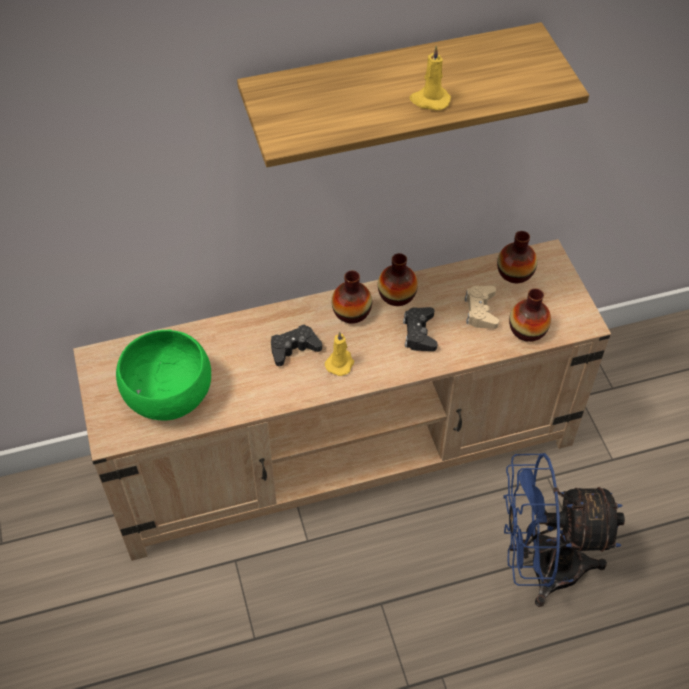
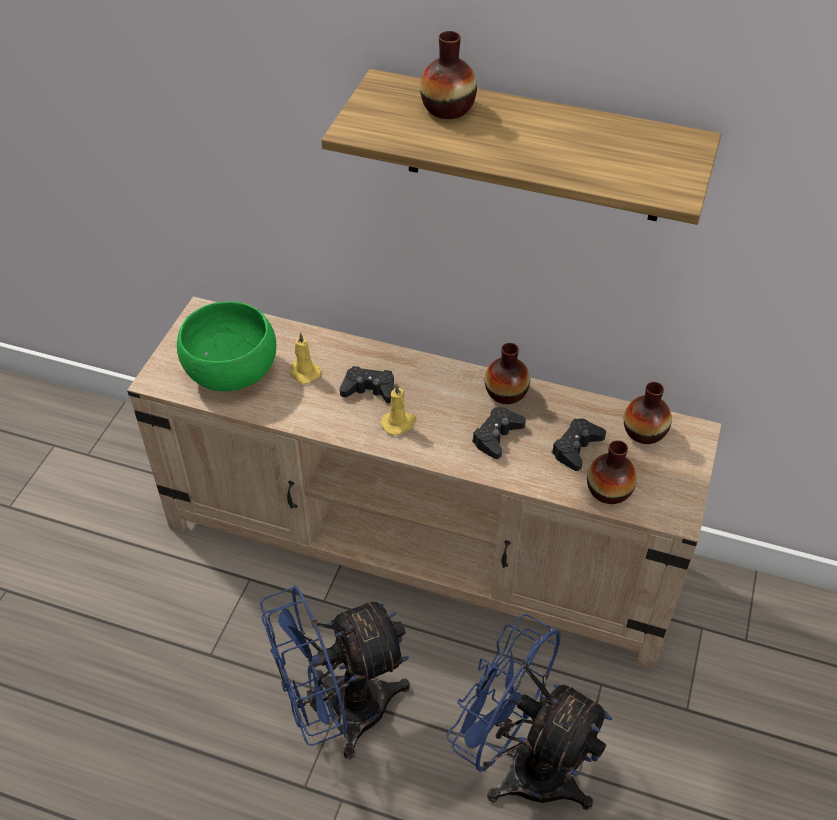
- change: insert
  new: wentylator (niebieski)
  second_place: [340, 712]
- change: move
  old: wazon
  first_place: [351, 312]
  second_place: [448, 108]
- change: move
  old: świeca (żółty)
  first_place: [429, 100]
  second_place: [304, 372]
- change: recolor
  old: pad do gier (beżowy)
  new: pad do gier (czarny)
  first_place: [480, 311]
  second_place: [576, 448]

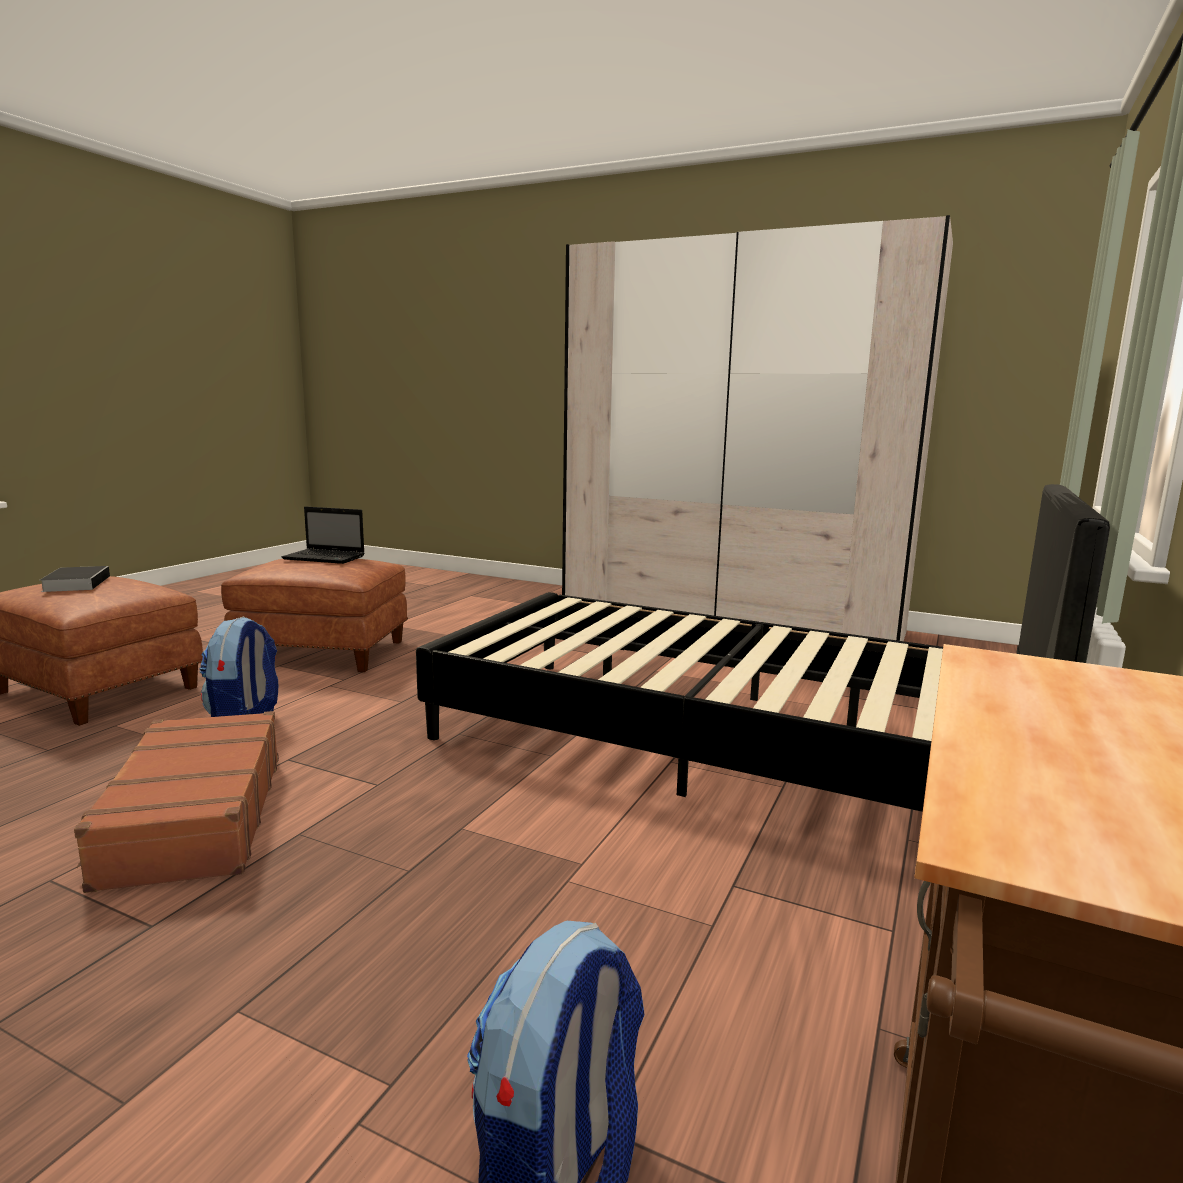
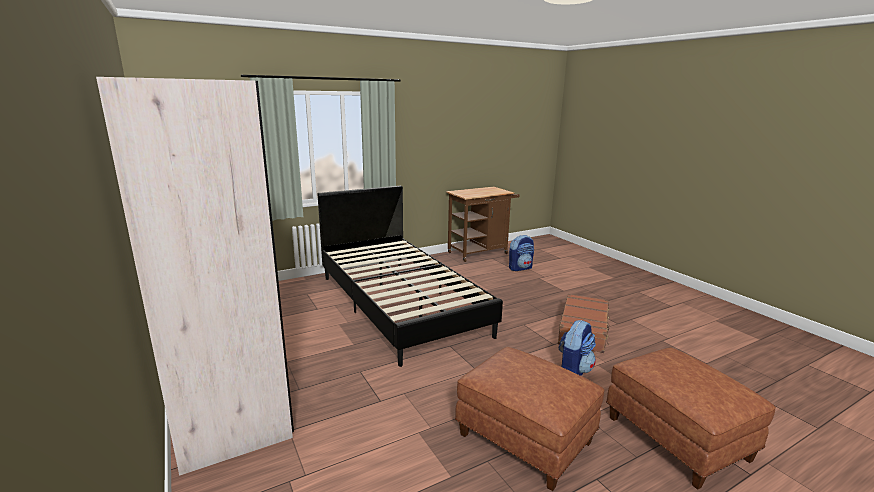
- change: delete
  old: książka
  first_place: [76, 583]
- change: delete
  old: laptop
  first_place: [326, 558]

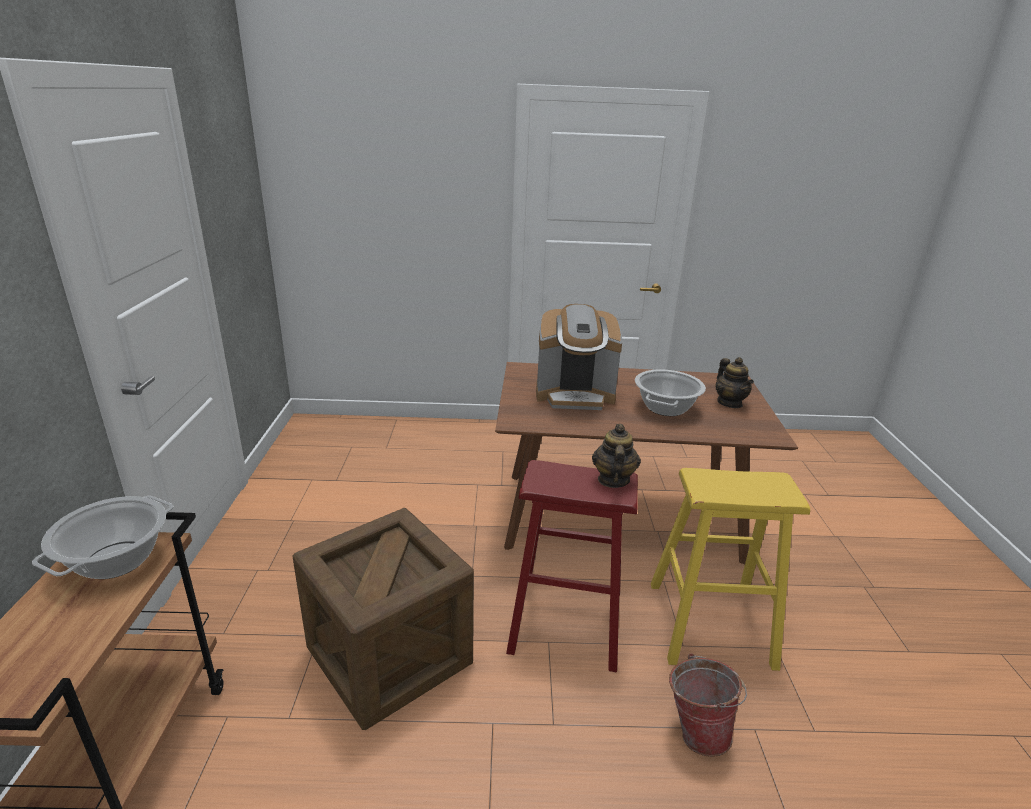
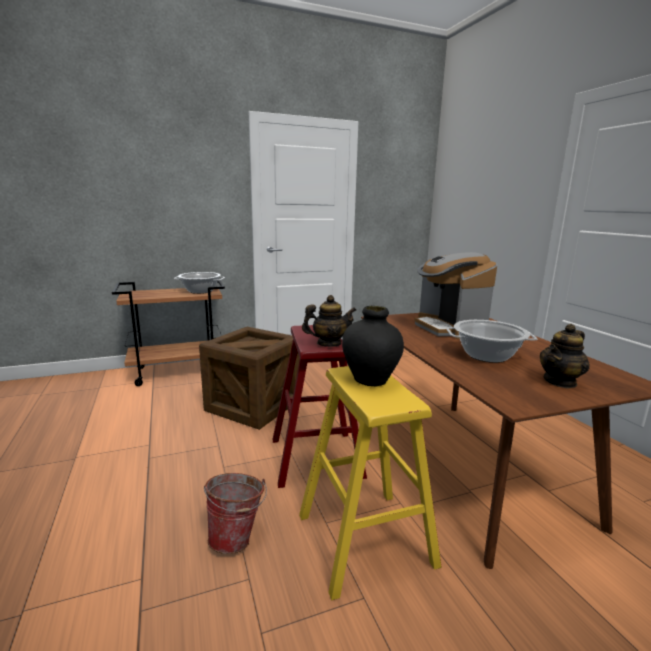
- change: insert
  new: wazon (czarny)
  second_place: [370, 380]

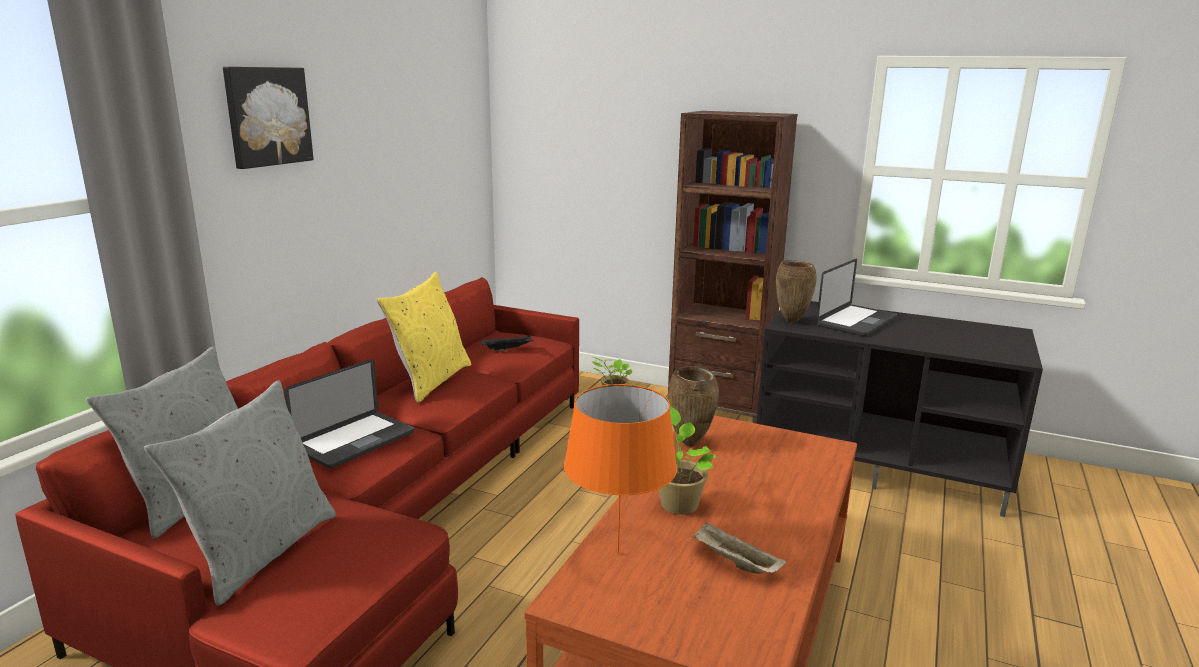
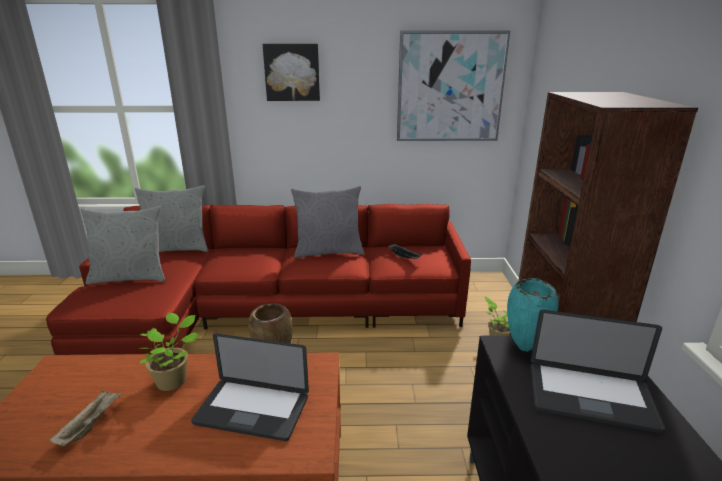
- change: delete
  old: lampa stołowa (pomarańczowy)
  first_place: [617, 553]
- change: insert
  new: obraz
  second_place: [450, 87]
- change: move
  old: laptop
  first_place: [355, 441]
  second_place: [252, 410]
- change: recolor
  old: poduszka (żółty)
  new: poduszka (szary)
  first_place: [430, 380]
  second_place: [328, 251]
- change: recolor
  old: wazon (brązowy)
  new: wazon (turkusowy)
  first_place: [792, 321]
  second_place: [525, 348]

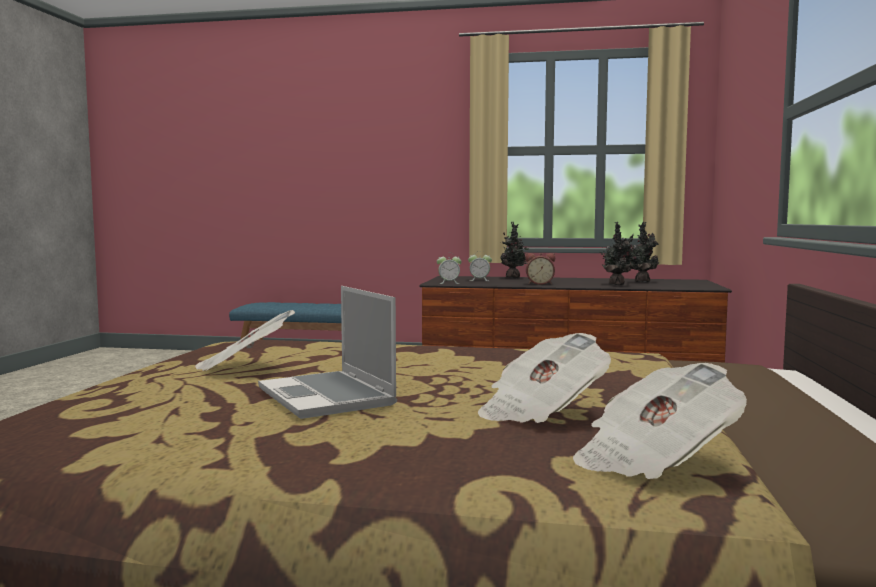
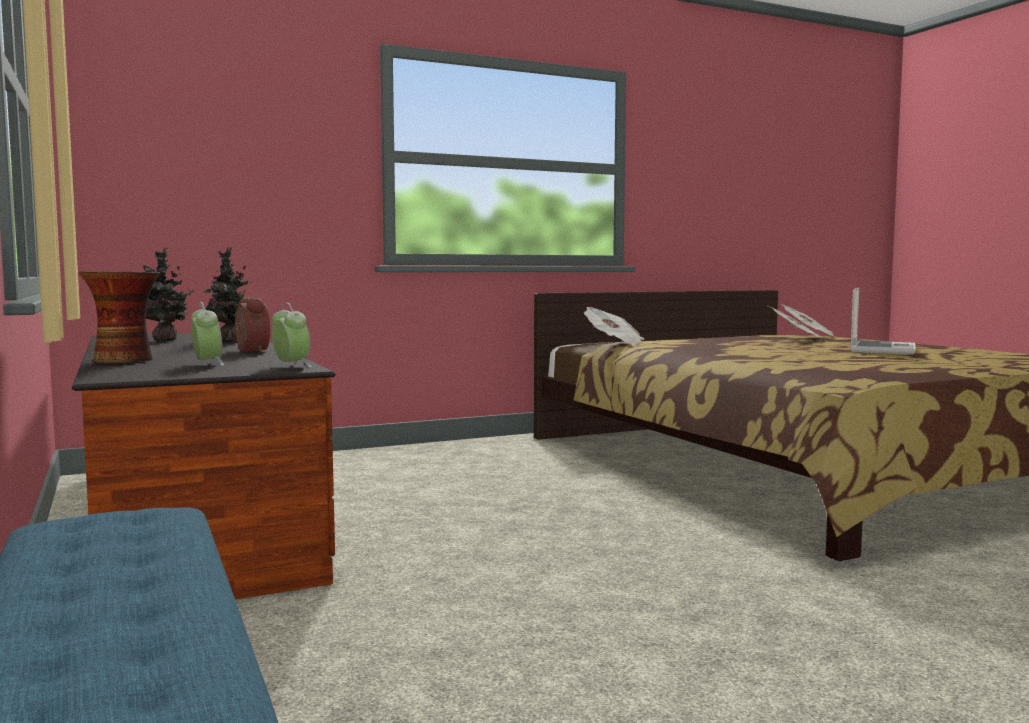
- change: move
  old: gazeta
  first_place: [243, 367]
  second_place: [614, 343]
- change: replace
  old: roślina doniczkowa
  new: wazon
  first_place: [514, 278]
  second_place: [124, 361]

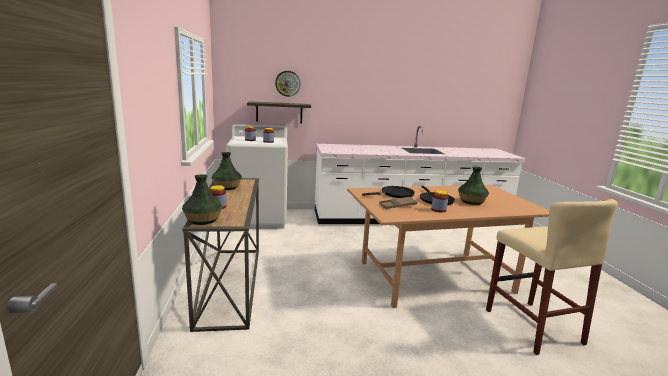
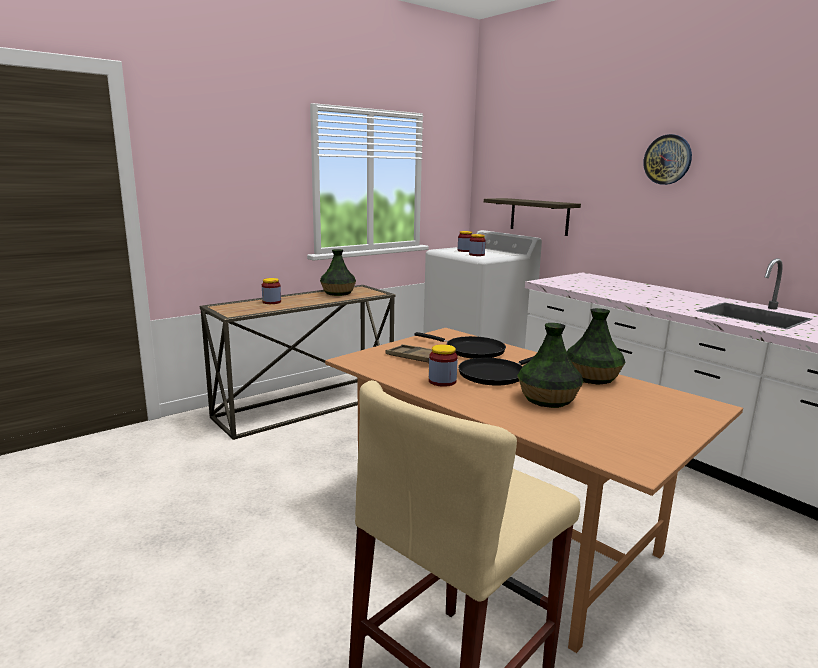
- change: move
  old: wazon
  first_place: [203, 220]
  second_place: [593, 377]
- change: move
  old: zegar ścienny
  first_place: [287, 83]
  second_place: [667, 159]

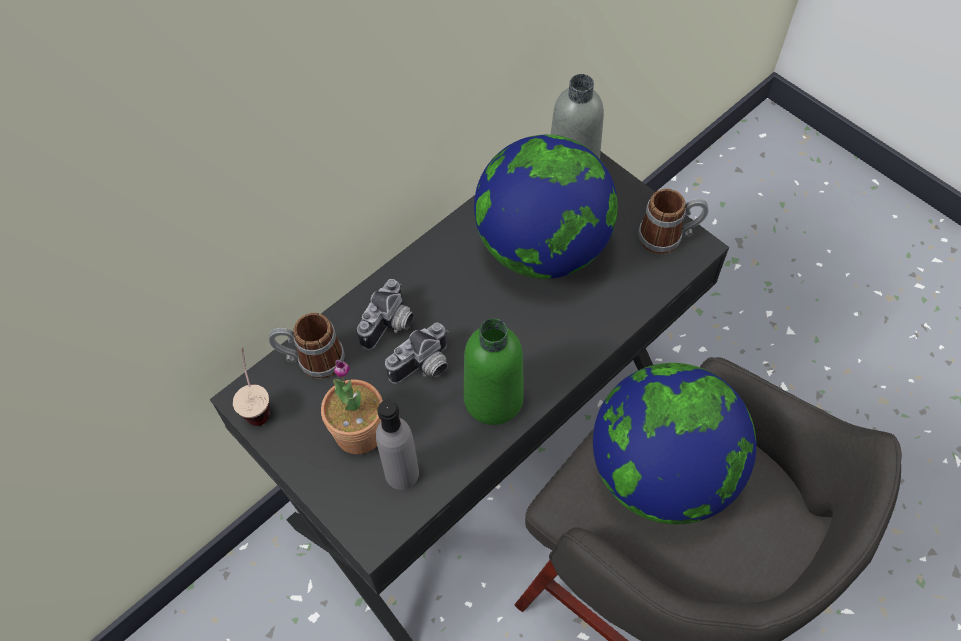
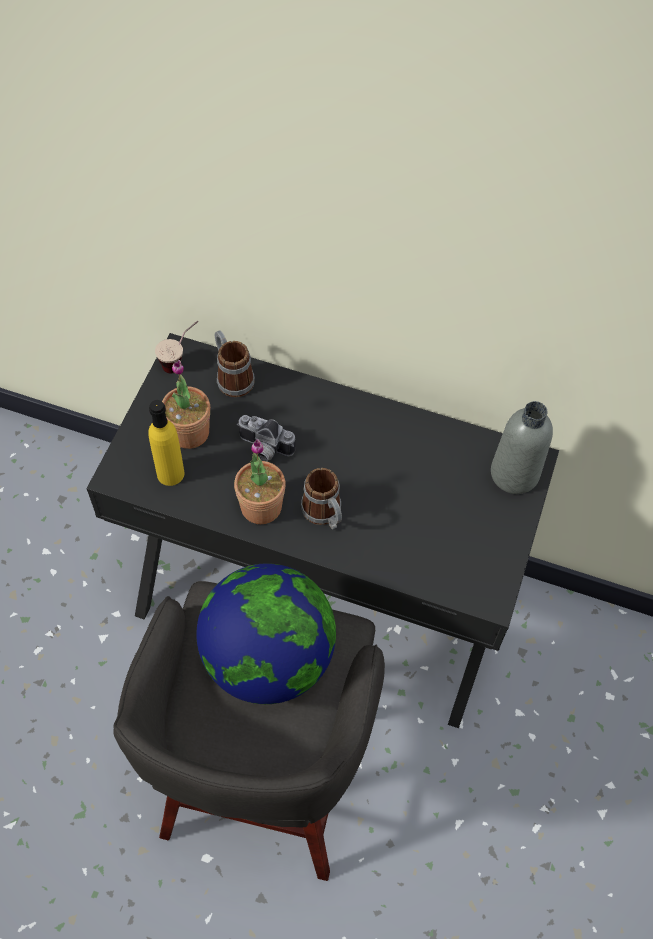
- change: delete
  old: aparat fotograficzny
  first_place: [391, 326]
- change: delete
  old: globus
  first_place: [542, 248]
- change: move
  old: kubek
  first_place: [668, 237]
  second_place: [324, 514]
- change: replace
  old: butelka (zielony)
  new: roślina doniczkowa
  first_place: [493, 399]
  second_place: [261, 507]
- change: recolor
  old: butelka (szary)
  new: butelka (żółty)
  first_place: [402, 473]
  second_place: [170, 473]

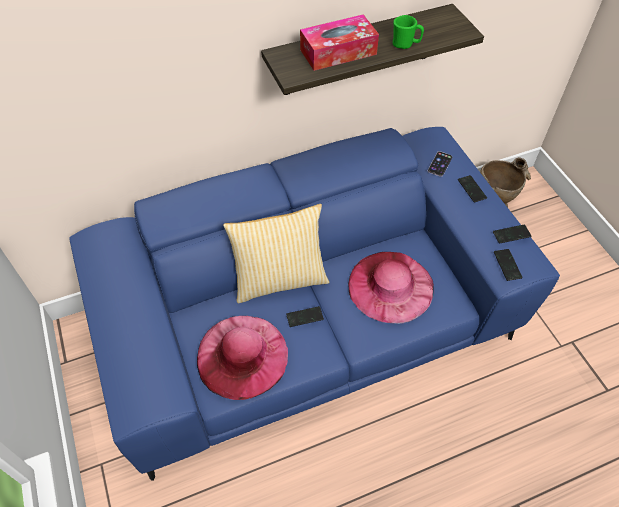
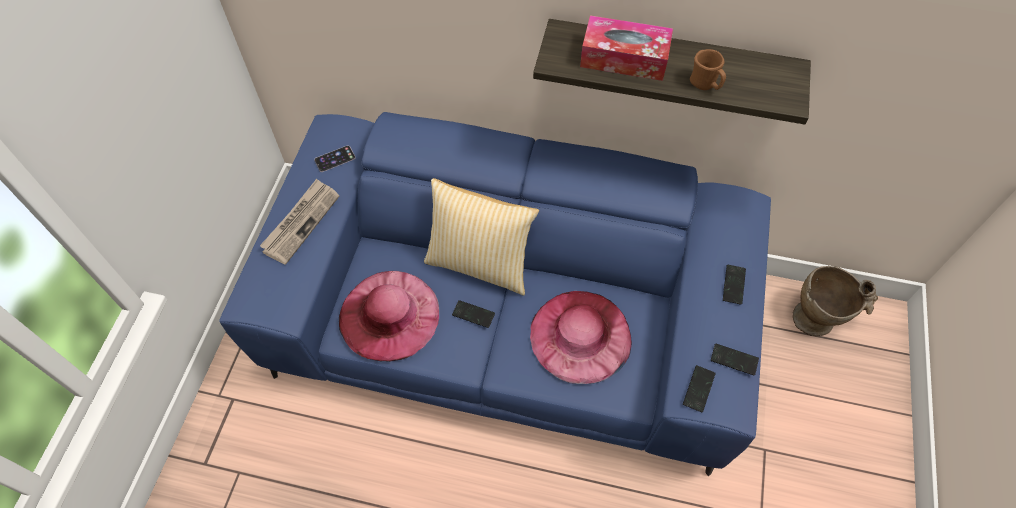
- change: insert
  new: gazeta
  second_place: [301, 222]
- change: move
  old: telefon
  first_place: [440, 164]
  second_place: [335, 159]
- change: recolor
  old: kubek (zielony)
  new: kubek (brązowy)
  first_place: [405, 44]
  second_place: [705, 84]

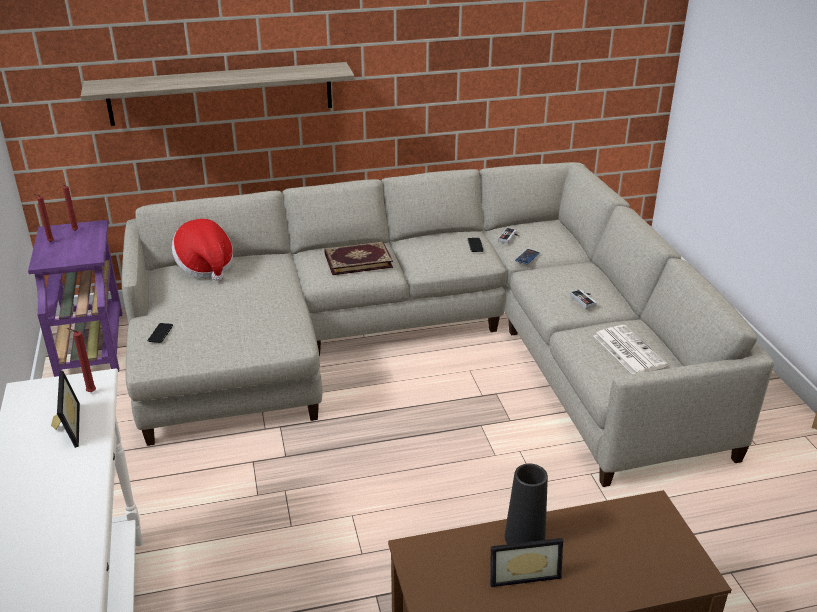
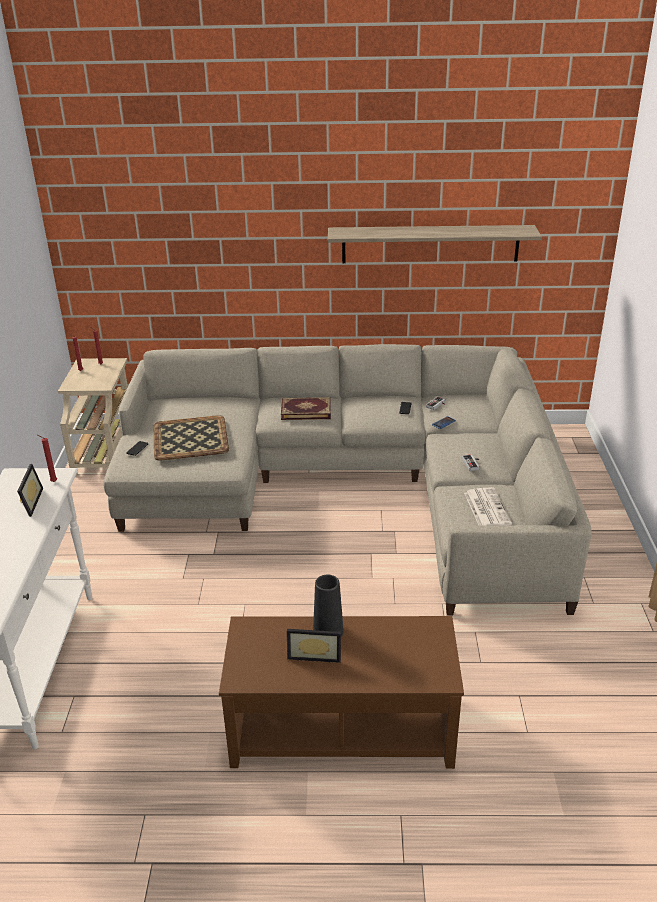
- change: delete
  old: kapelusz
  first_place: [205, 266]
- change: insert
  new: taca
  second_place: [189, 439]
- change: move
  old: półka
  first_place: [221, 93]
  second_place: [430, 244]
- change: recolor
  old: stolik (fioletowy)
  new: stolik (beżowy)
  first_place: [91, 343]
  second_place: [105, 451]

